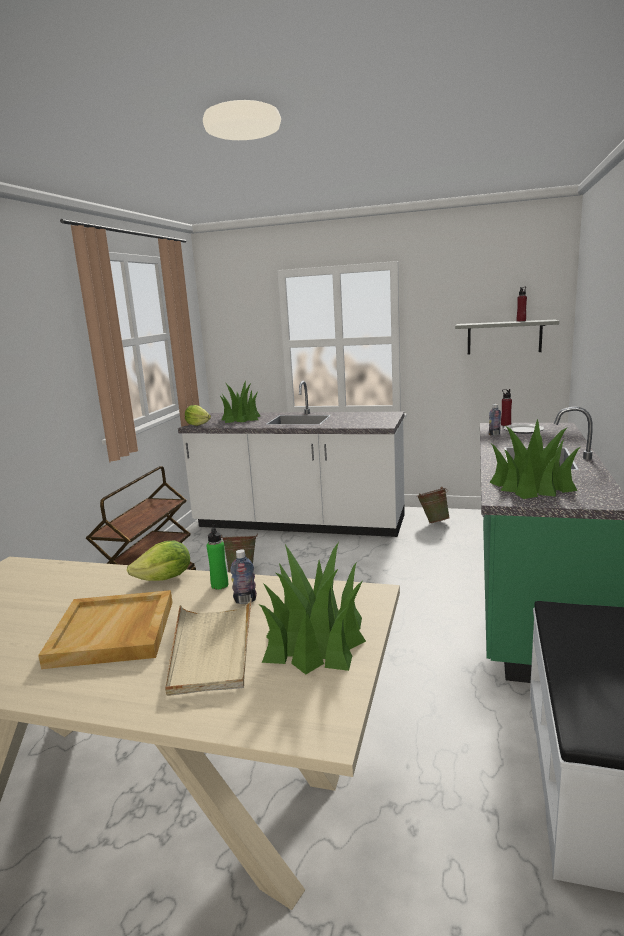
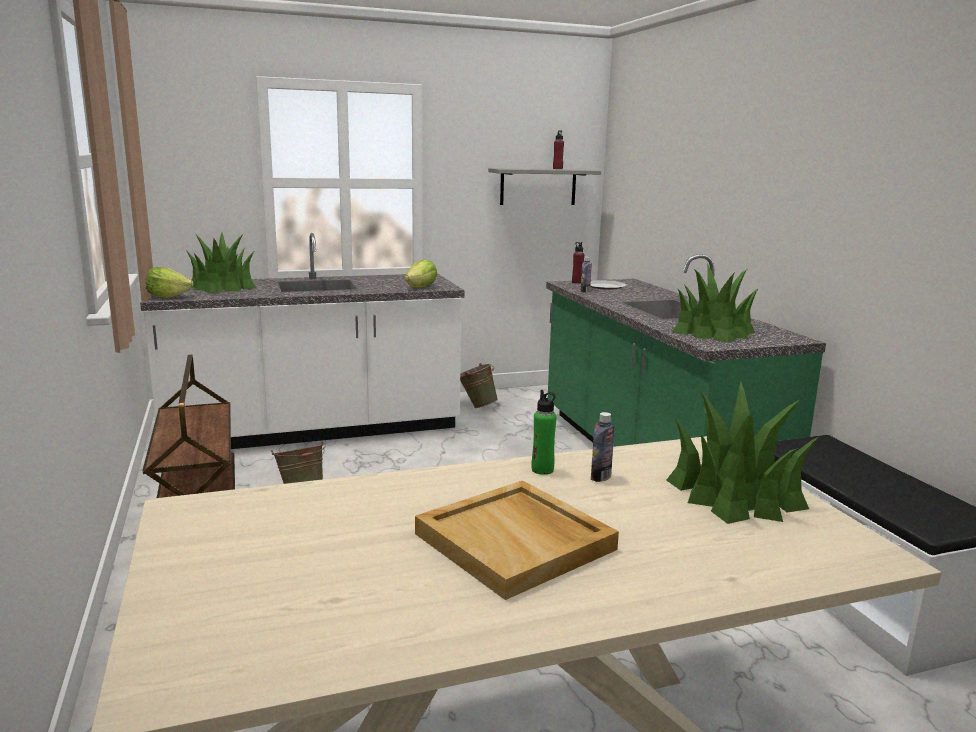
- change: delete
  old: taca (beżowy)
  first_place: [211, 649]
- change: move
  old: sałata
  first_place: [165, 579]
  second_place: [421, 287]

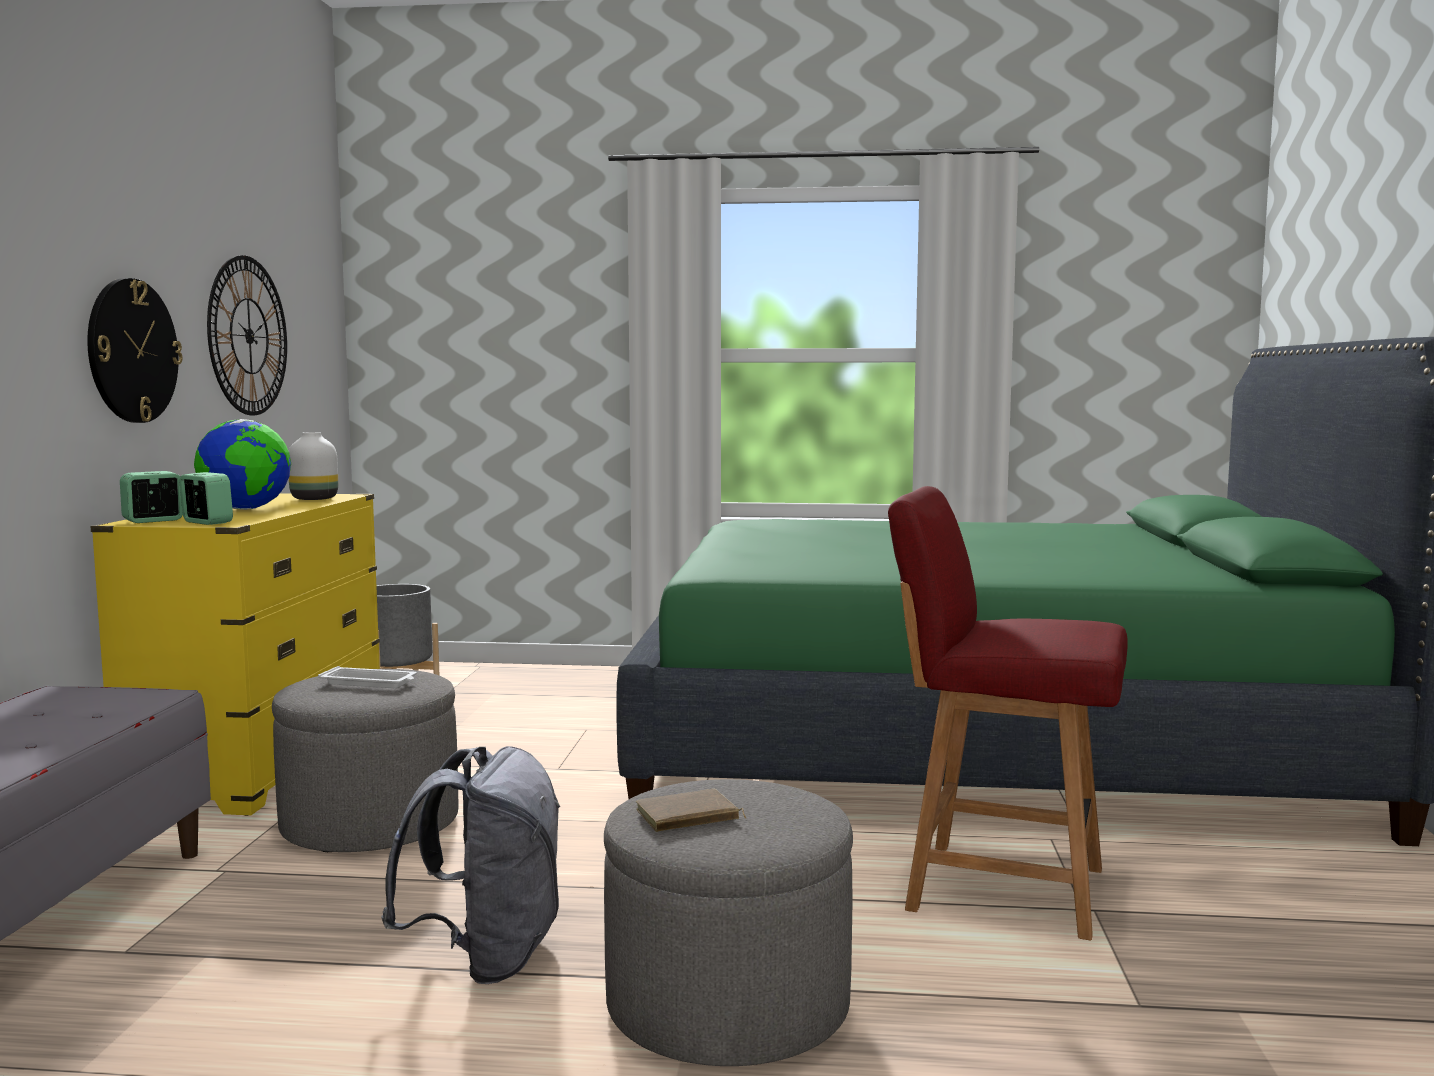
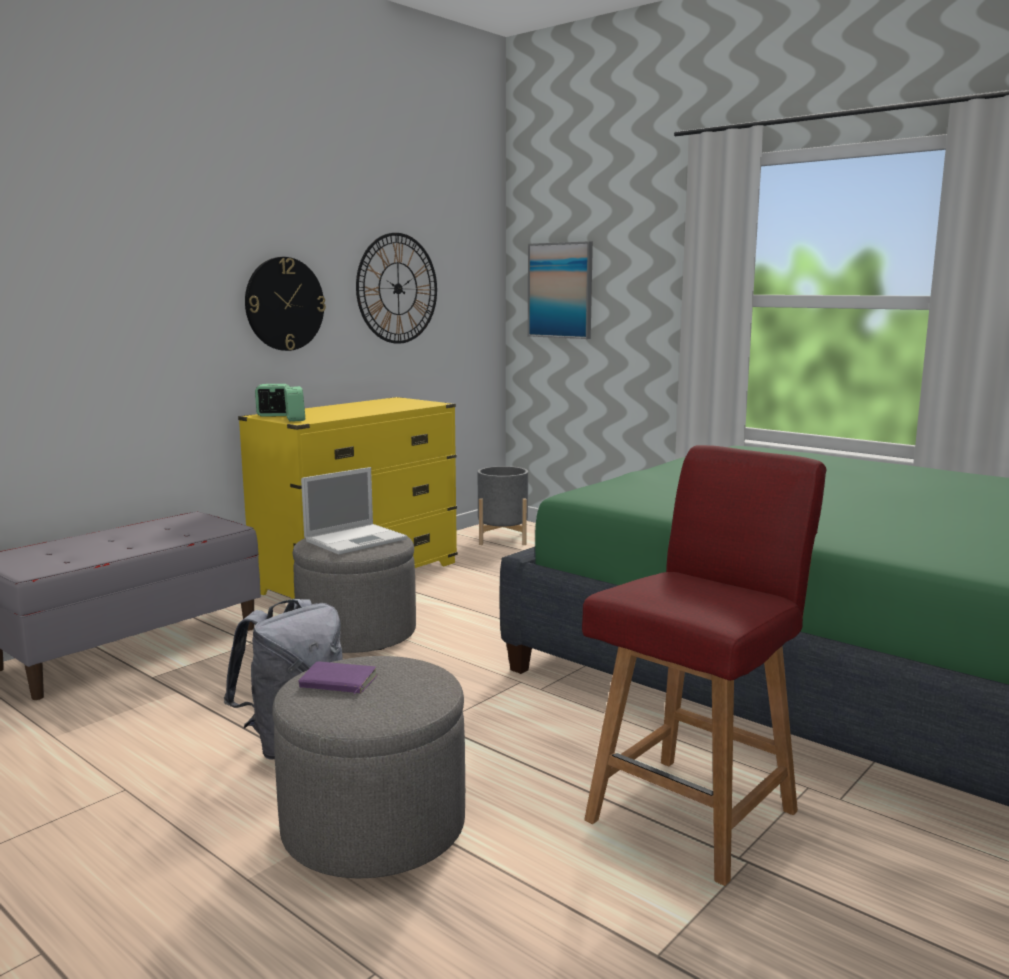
- change: delete
  old: globus
  first_place: [245, 509]
- change: delete
  old: wazon (biały)
  first_place: [314, 499]
- change: insert
  new: obraz
  second_place: [560, 290]
- change: replace
  old: taca (biały)
  new: laptop
  first_place: [370, 683]
  second_place: [357, 539]
- change: recolor
  old: książka (brązowy)
  new: książka (fioletowy)
  first_place: [688, 817]
  second_place: [337, 683]
- change: rotate
  old: krzesło (czerwony)
  first_place: [1000, 887]
  second_place: [695, 813]
  degrees: 75

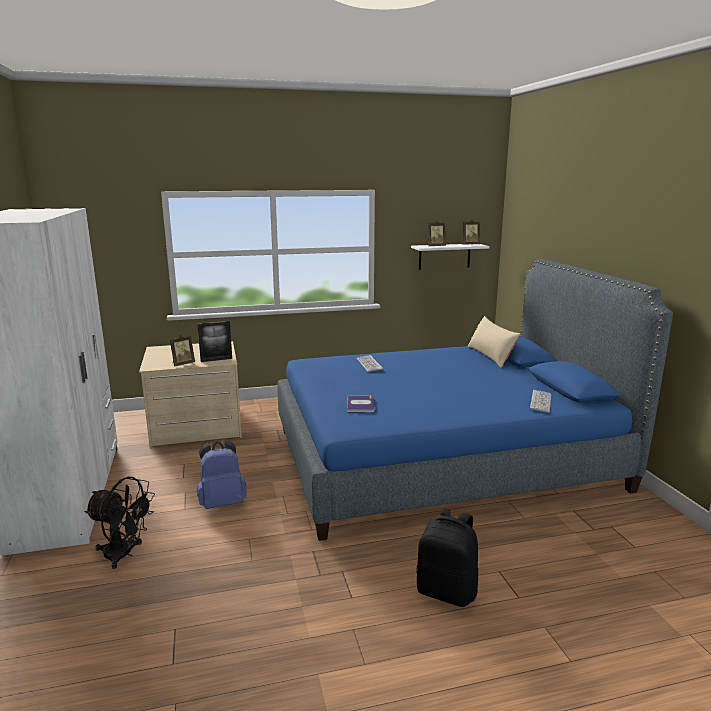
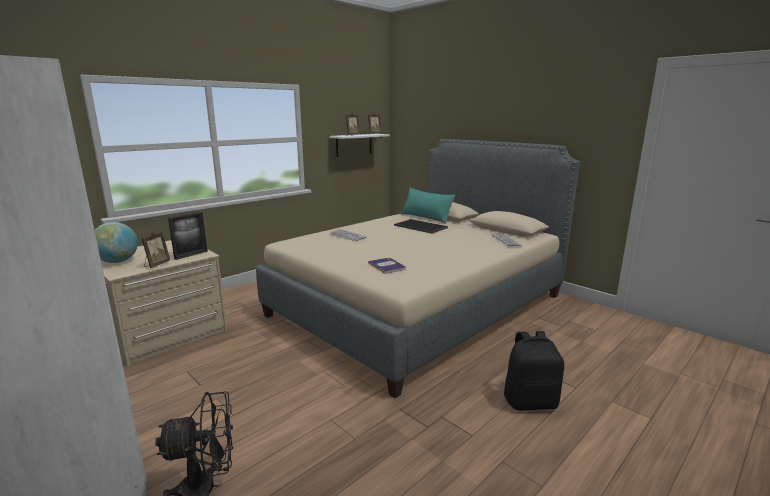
- change: delete
  old: plecak (niebieski)
  first_place: [222, 503]
- change: insert
  new: globus
  second_place: [118, 261]
- change: insert
  new: taca
  second_place: [419, 226]
- change: recolor
  old: łóżko (niebieski)
  new: łóżko (beżowy)
  first_place: [442, 458]
  second_place: [418, 305]
- change: recolor
  old: poduszka (beżowy)
  new: poduszka (turkusowy)
  first_place: [491, 356]
  second_place: [426, 217]

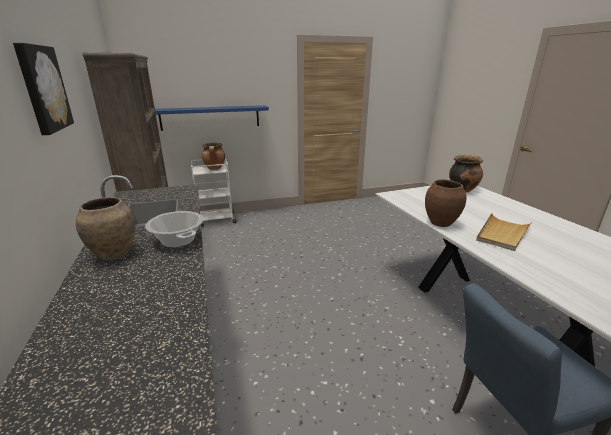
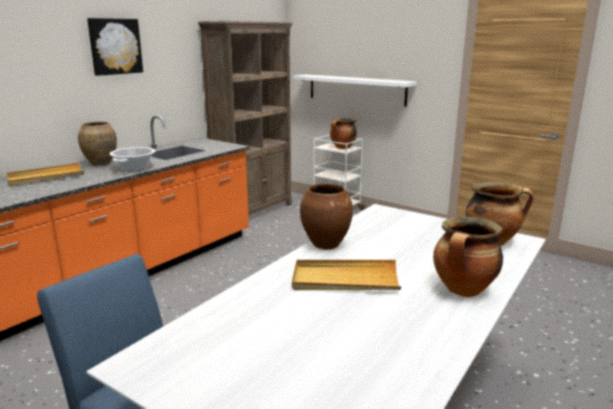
- change: insert
  new: taca (beżowy)
  second_place: [46, 177]
- change: insert
  new: garnek
  second_place: [463, 290]
- change: recolor
  old: półka (niebieski)
  new: półka (biały)
  first_place: [210, 117]
  second_place: [356, 89]

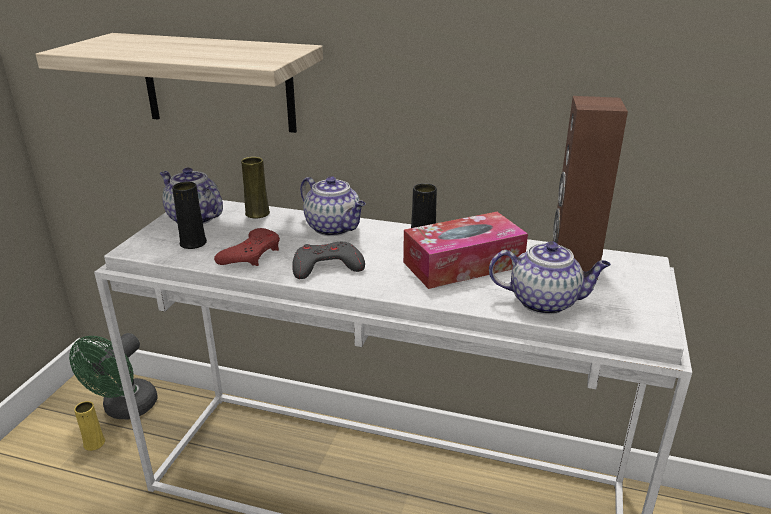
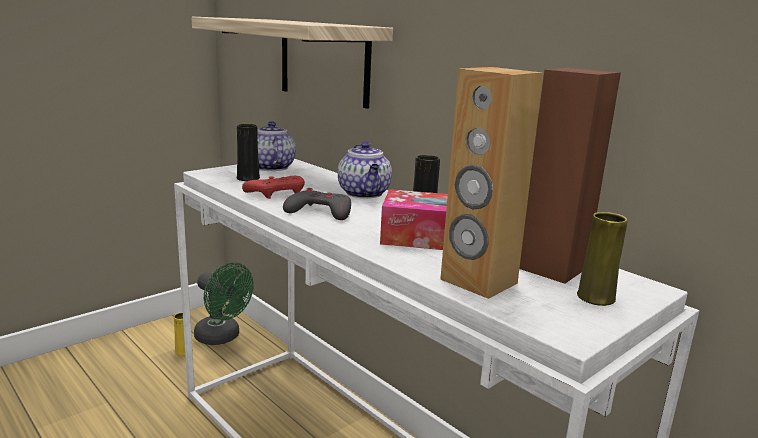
- change: move
  old: wazon (żółty)
  first_place: [257, 213]
  second_place: [595, 297]
- change: replace
  old: imbryk
  new: głośnik (brązowy)
  first_place: [545, 302]
  second_place: [478, 281]
- change: rotate
  old: wentylator (zielony)
  first_place: [125, 409]
  second_place: [222, 337]
  degrees: -105

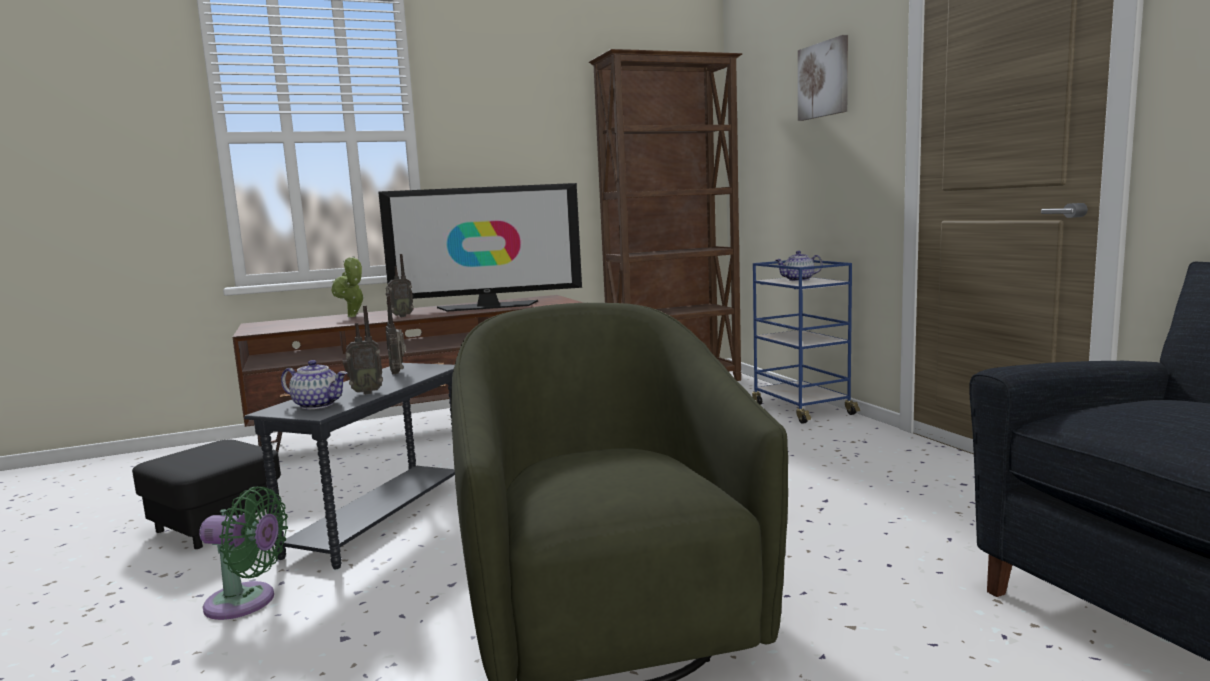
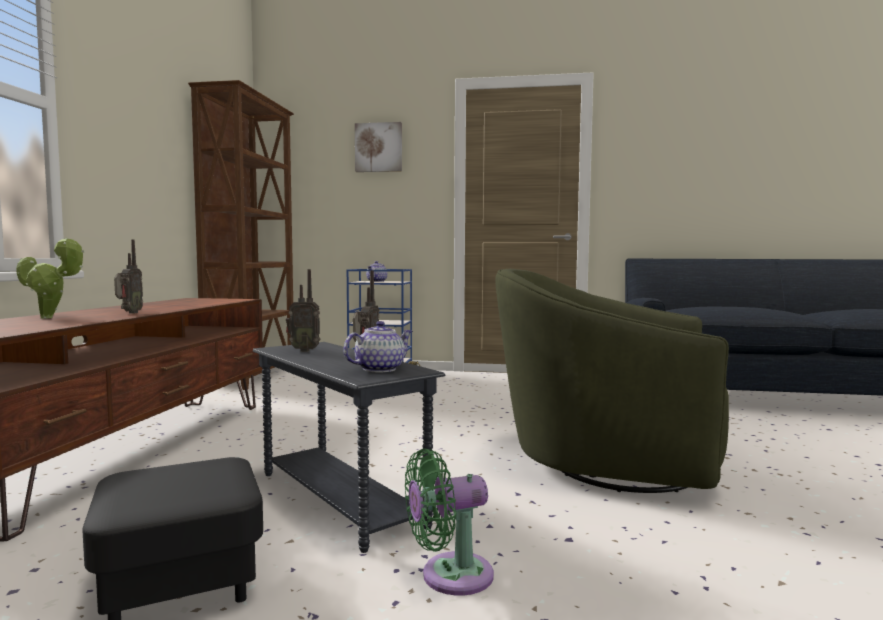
- change: delete
  old: telewizor
  first_place: [488, 306]
- change: rotate
  old: wentylator (zielony)
  first_place: [246, 602]
  second_place: [449, 576]
  degrees: -150

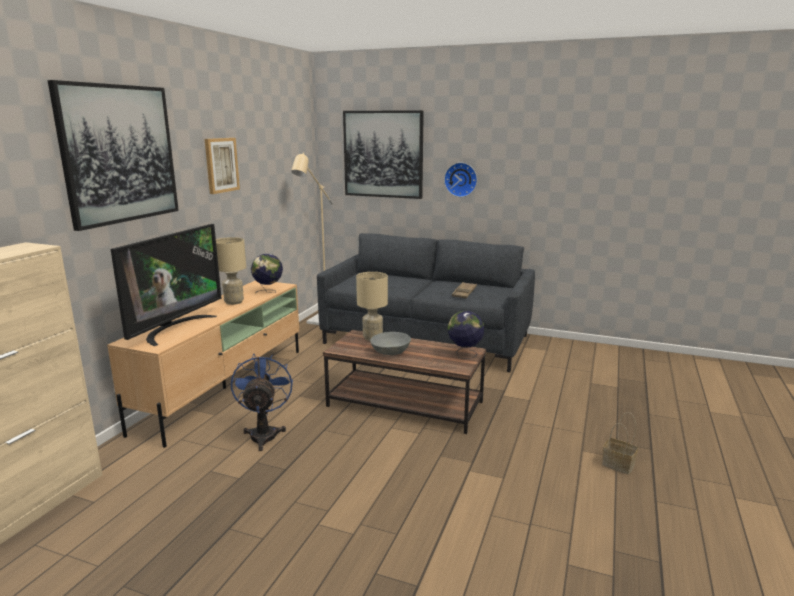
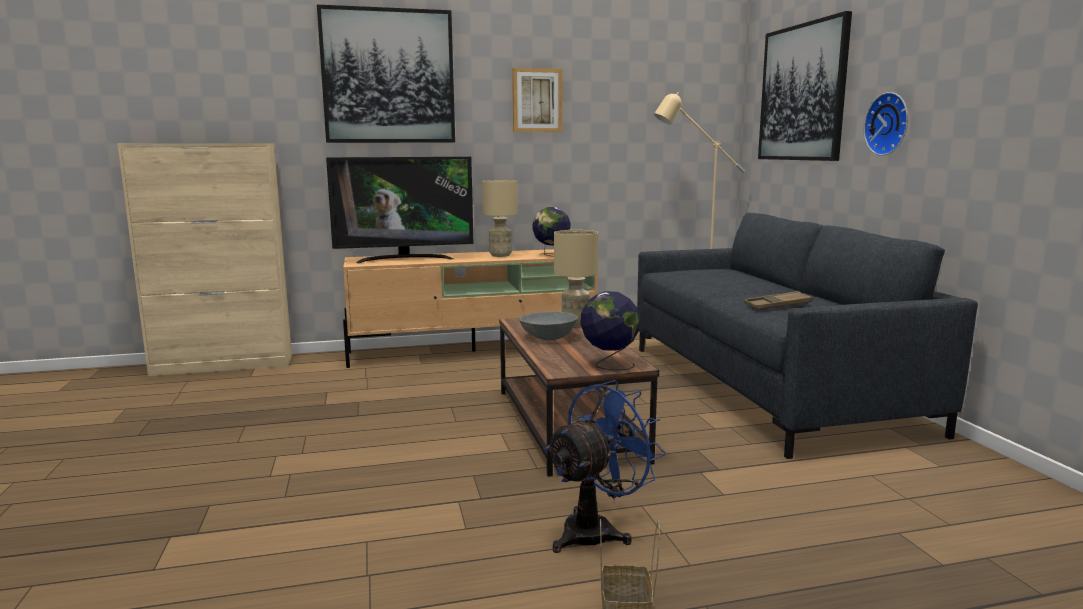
- change: move
  old: wentylator (niebieski)
  first_place: [264, 433]
  second_place: [597, 530]

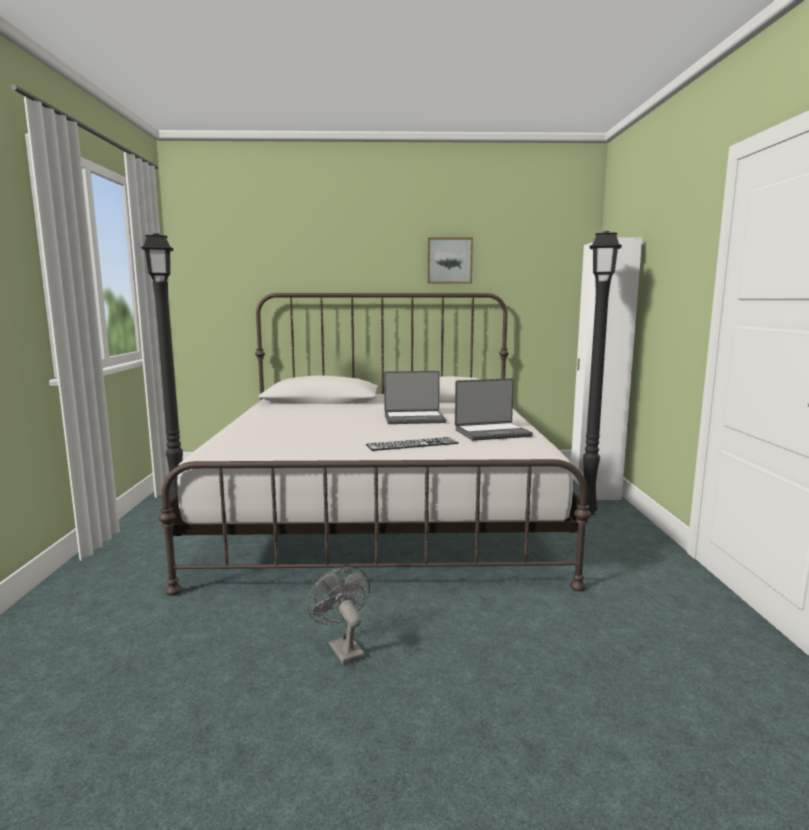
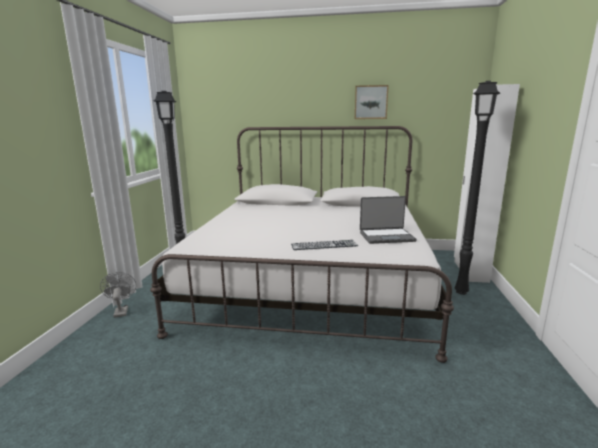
- change: delete
  old: laptop
  first_place: [414, 419]
- change: move
  old: wentylator (szary)
  first_place: [343, 648]
  second_place: [121, 311]

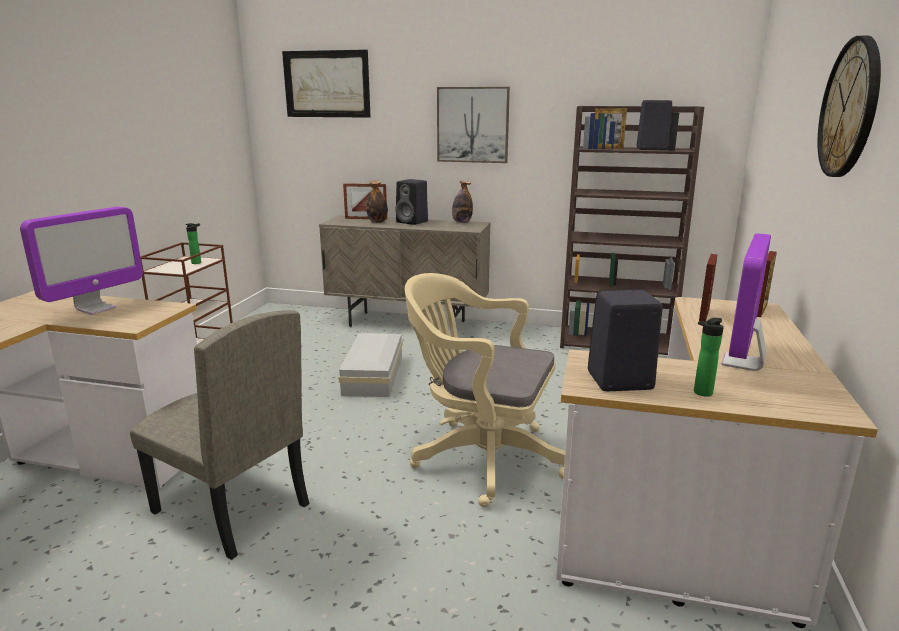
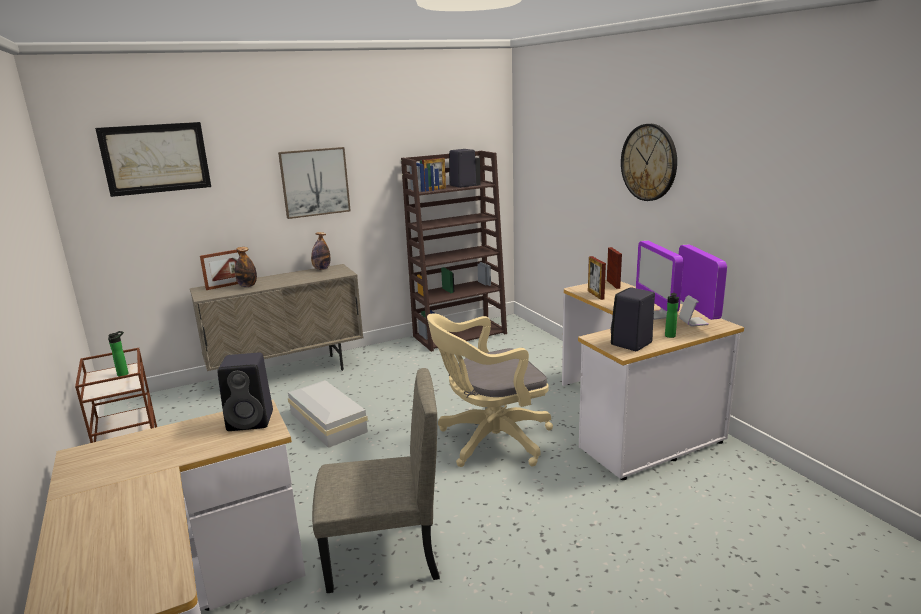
- change: move
  old: monitor
  first_place: [96, 308]
  second_place: [693, 322]
- change: move
  old: głośnik (czarny)
  first_place: [413, 222]
  second_place: [252, 420]

